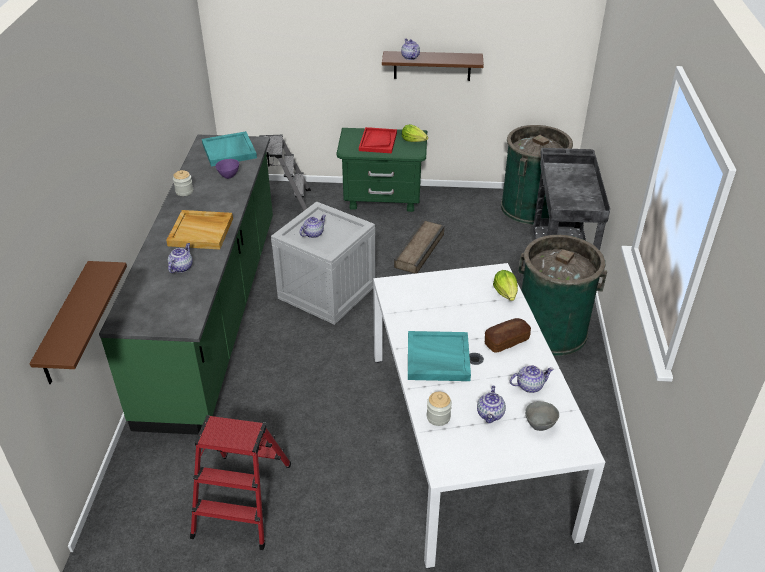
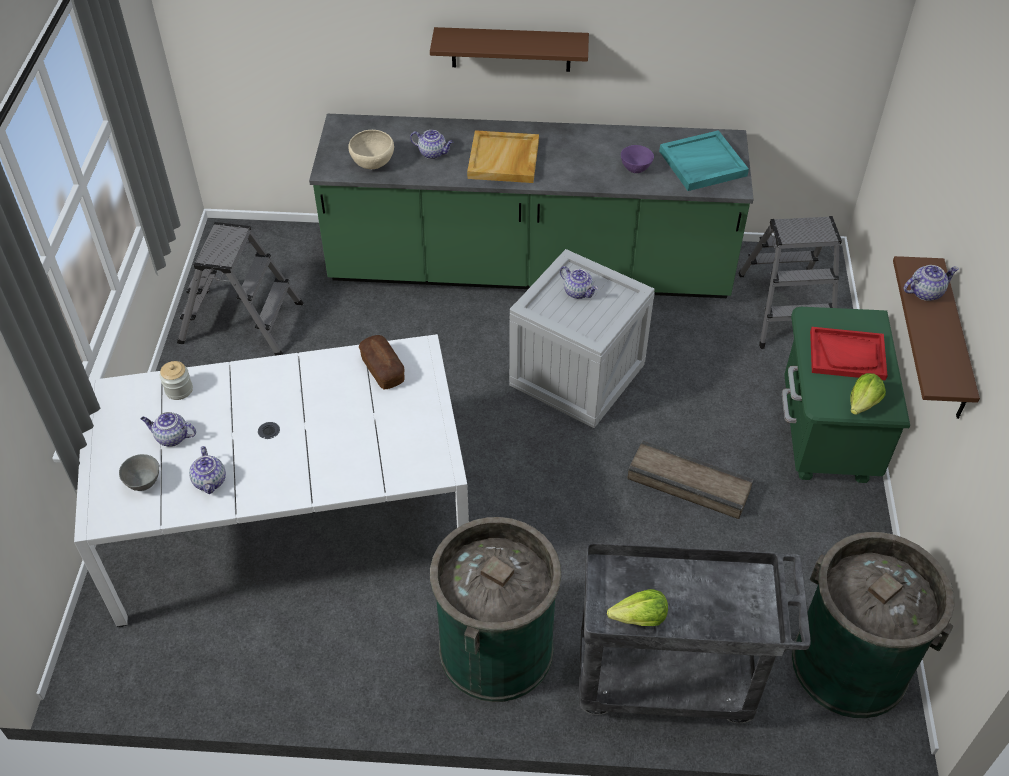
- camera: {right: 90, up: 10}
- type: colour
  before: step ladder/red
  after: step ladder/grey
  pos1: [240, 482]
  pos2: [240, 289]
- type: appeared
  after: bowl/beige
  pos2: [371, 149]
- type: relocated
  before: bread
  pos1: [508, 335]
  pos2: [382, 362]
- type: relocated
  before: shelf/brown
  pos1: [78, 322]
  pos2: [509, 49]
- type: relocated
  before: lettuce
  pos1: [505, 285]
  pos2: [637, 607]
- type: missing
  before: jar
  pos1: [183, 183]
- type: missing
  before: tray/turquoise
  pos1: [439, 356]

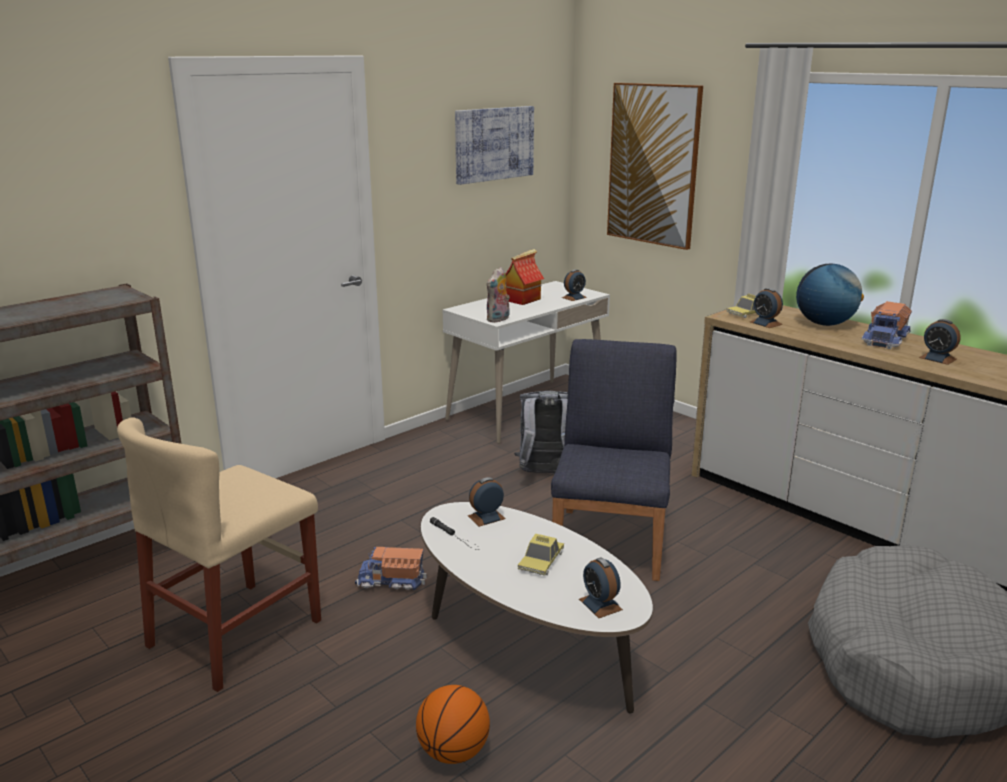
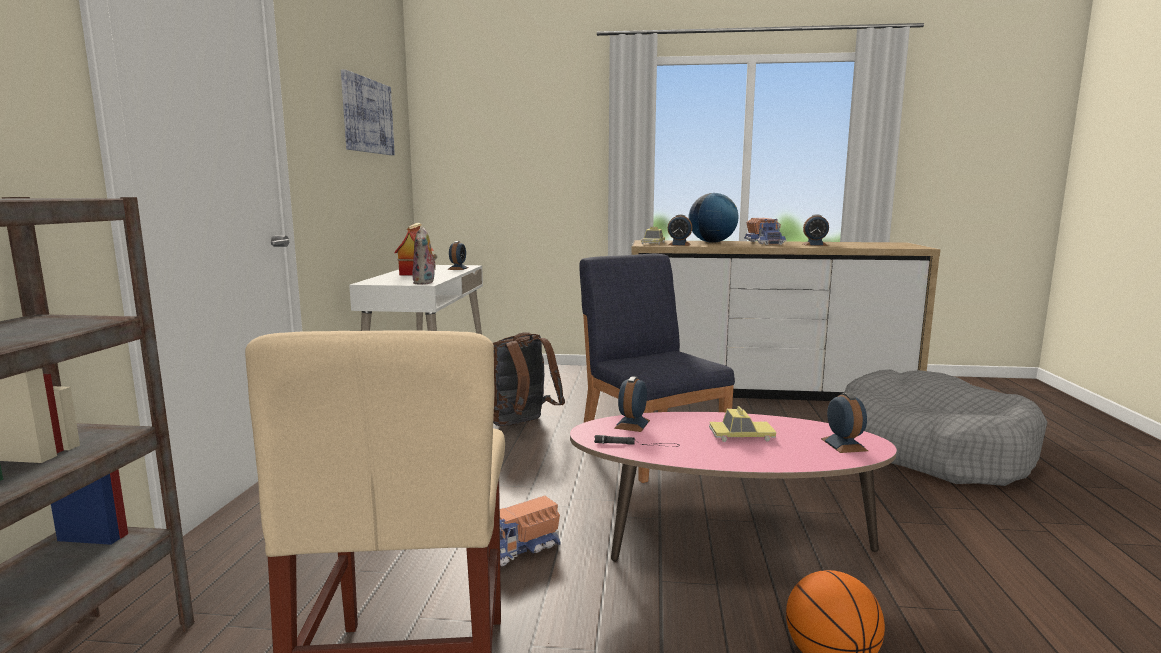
- camera: {right: -40, up: -10}
- type: colour
  before: backpack/grey
  after: backpack/brown
  pos1: [541, 432]
  pos2: [529, 379]
- type: colour
  before: coffee table/white
  after: coffee table/pink
  pos1: [537, 608]
  pos2: [733, 486]
- type: spun
  before: toy car
  pos1: [541, 554]
  pos2: [743, 424]
  turn: -75
- type: spun
  before: alarm clock
  pos1: [601, 587]
  pos2: [844, 423]
  turn: -120
- type: missing
  before: picture
  pos1: [655, 166]

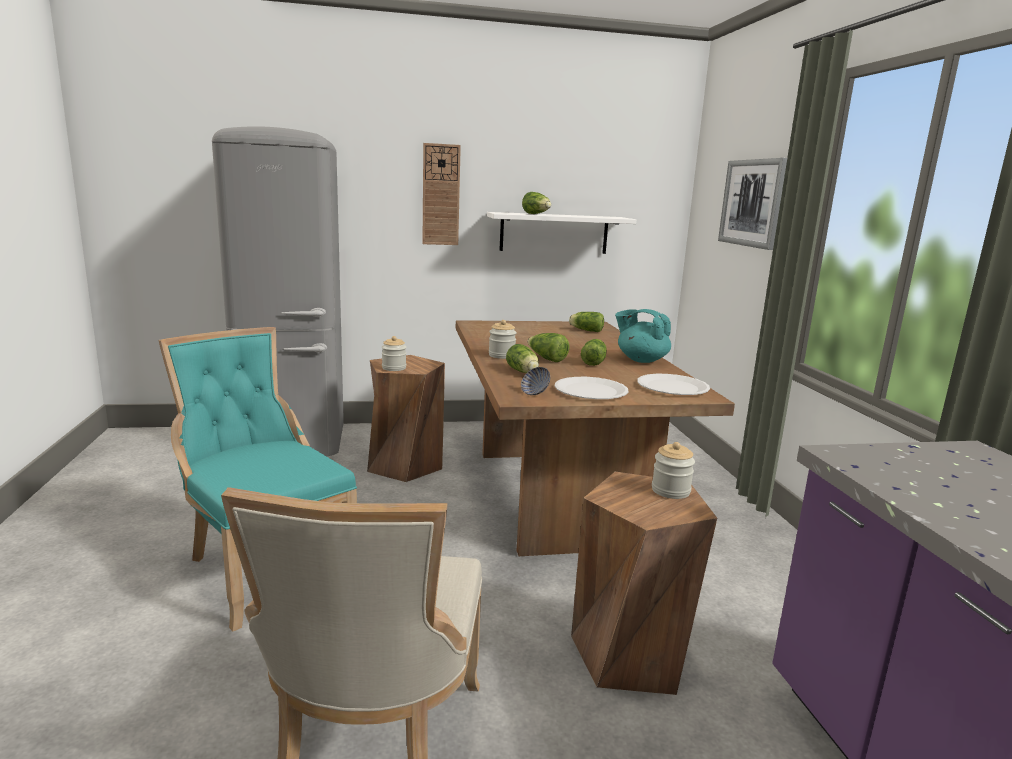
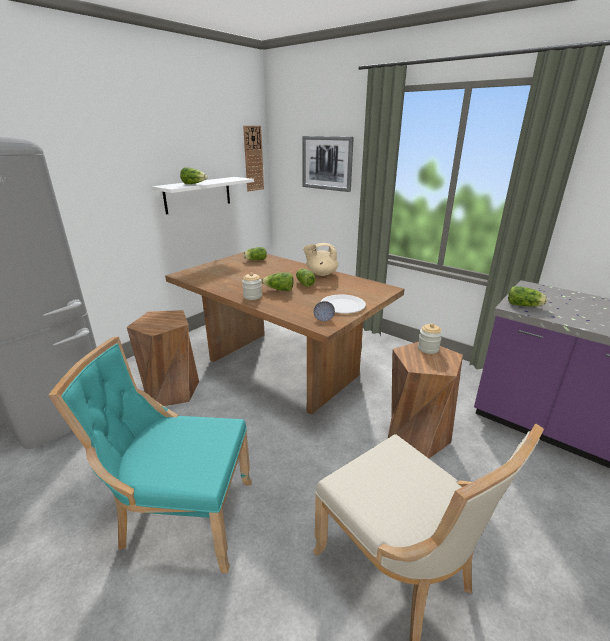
- camera: {right: -40, up: 10}
- type: relocated
  before: wall clock
  pos1: [441, 194]
  pos2: [253, 159]
- type: colour
  before: teapot/turquoise
  after: teapot/beige
  pos1: [643, 336]
  pos2: [320, 259]
- type: relocated
  before: lettuce
  pos1: [522, 358]
  pos2: [527, 296]
- type: missing
  before: jar
  pos1: [394, 353]
- type: missing
  before: plate/white
  pos1: [674, 384]

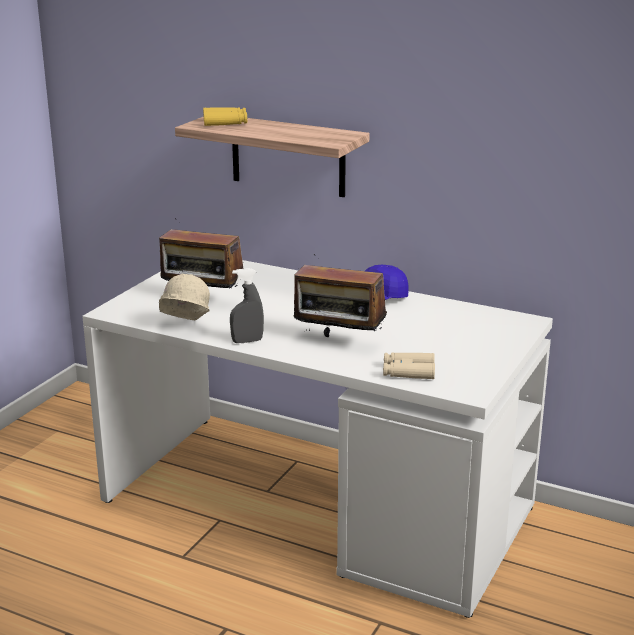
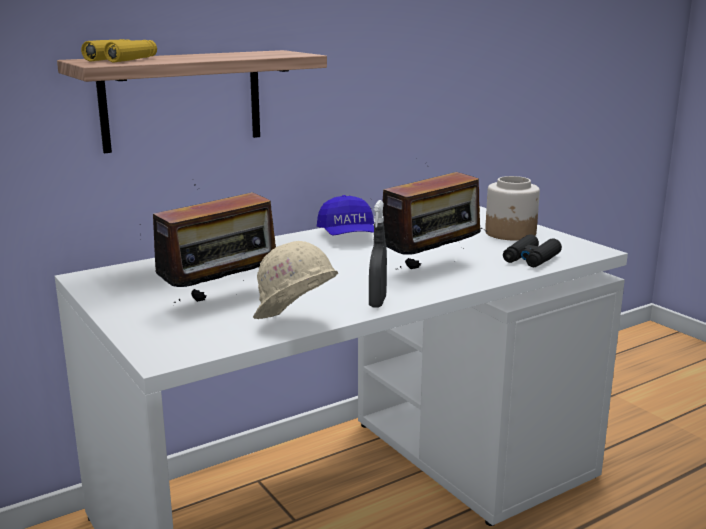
- camera: {right: -60, up: -5}
- type: appeared
  after: jar
  pos2: [512, 208]
- type: colour
  before: binoculars/beige
  after: binoculars/black
  pos1: [409, 365]
  pos2: [532, 250]

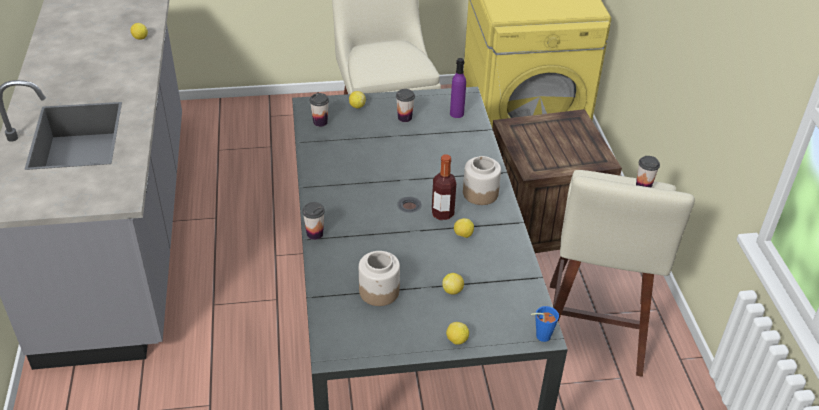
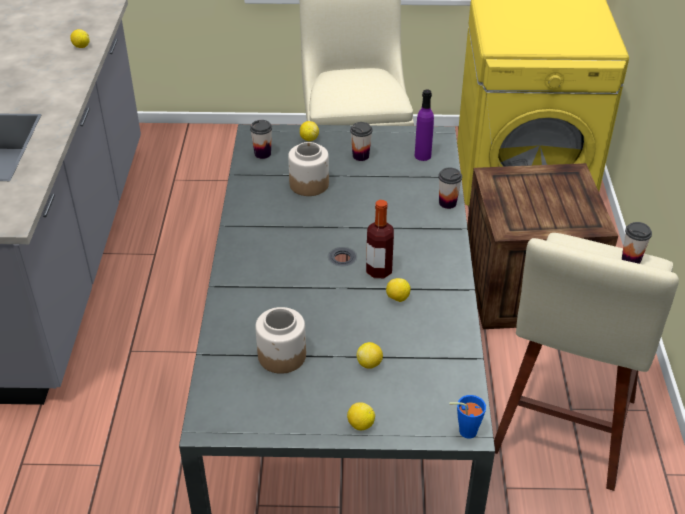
- camera: {right: 10, up: 0}
- type: relocated
  before: jar
  pos1: [482, 180]
  pos2: [308, 169]
- type: relocated
  before: cup
  pos1: [313, 221]
  pos2: [450, 188]

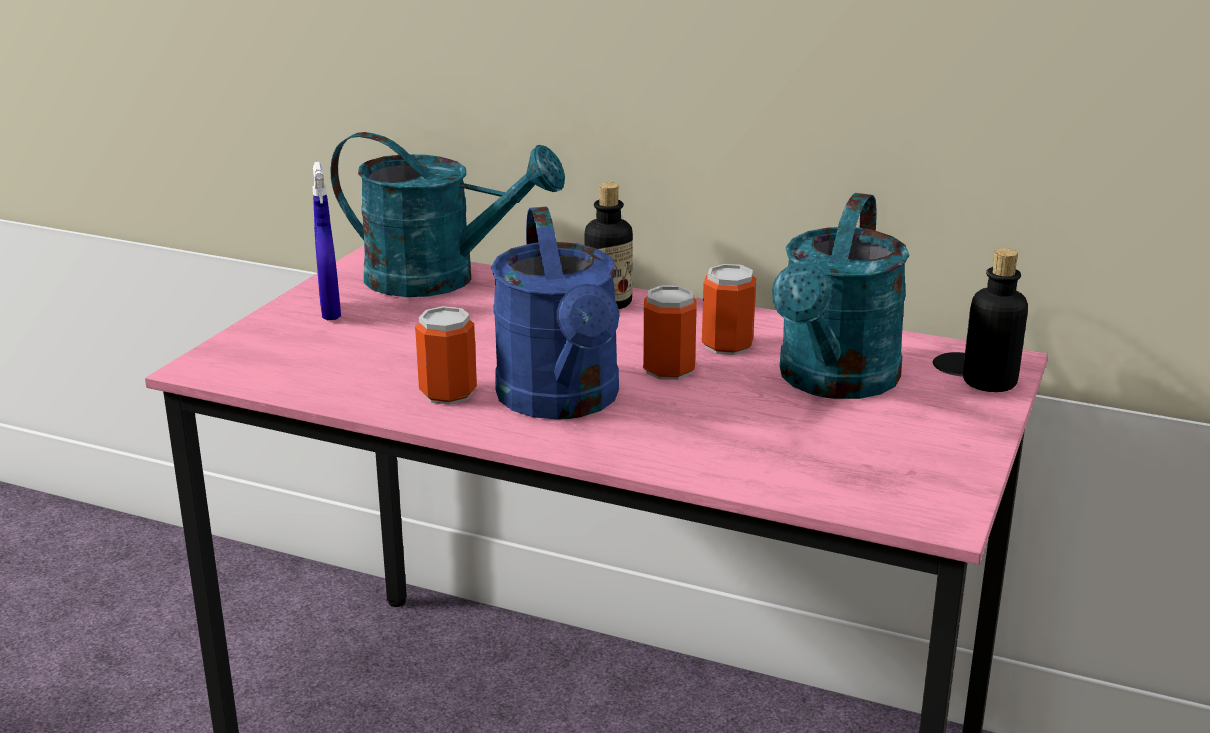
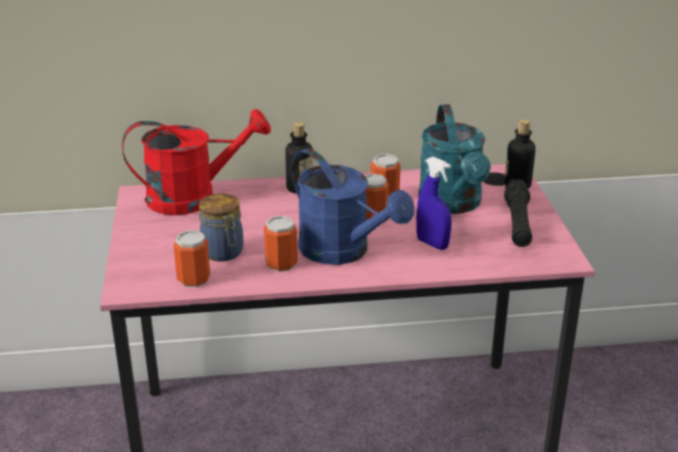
- camera: {right: -30, up: 5}
- type: colour
  before: watering can/turquoise
  after: watering can/red
  pos1: [447, 214]
  pos2: [196, 162]
- type: appeared
  after: can
  pos2: [191, 259]
- type: appeared
  after: jar
  pos2: [221, 227]
- type: relocated
  before: spray bottle/blue
  pos1: [327, 241]
  pos2: [434, 203]
- type: appeared
  after: flashlight/black
  pos2: [518, 213]

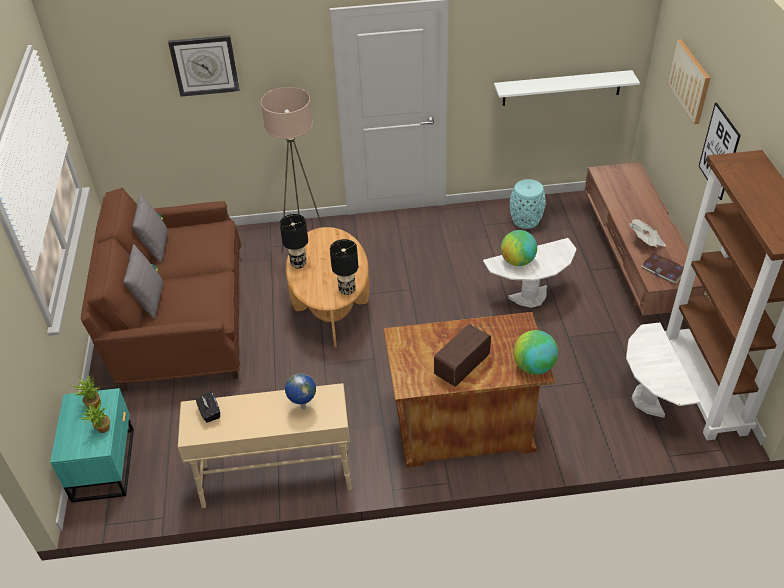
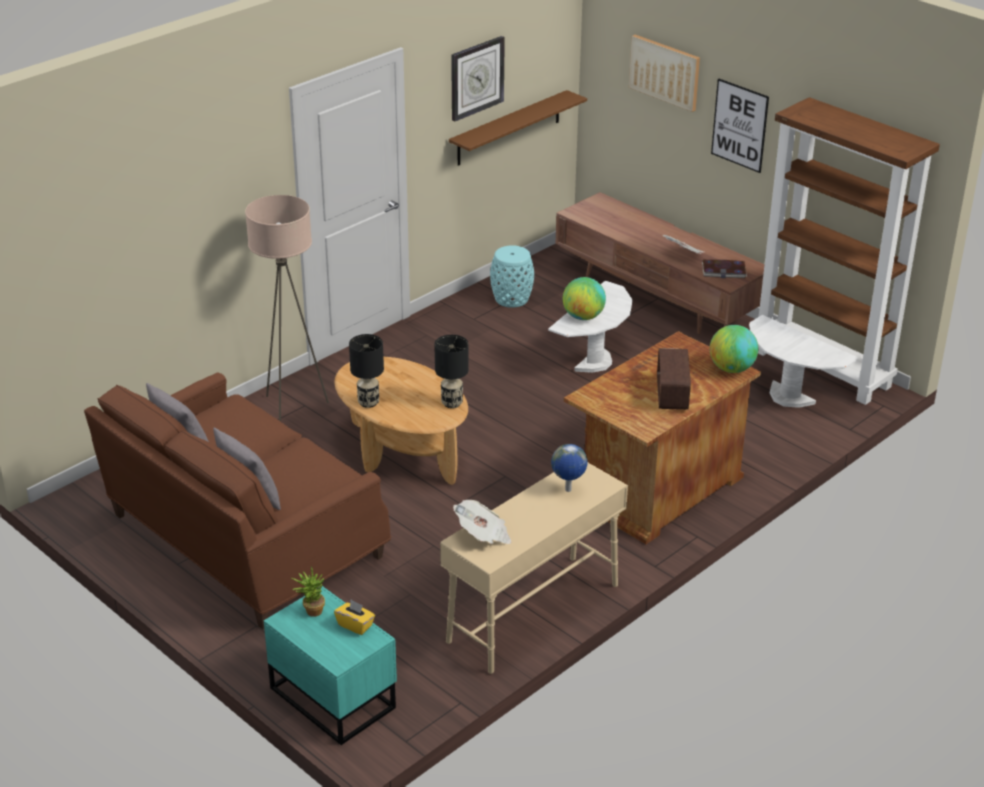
- camera: {right: -40, up: -10}
- type: exchanged
  before: potted plant
  after: tissue box/yellow
  pos1: [95, 416]
  pos2: [354, 617]
- type: colour
  before: shelf/white
  after: shelf/brown
  pos1: [567, 88]
  pos2: [518, 128]
- type: relocated
  before: wall clock
  pos1: [204, 66]
  pos2: [478, 78]
- type: exchanged
  before: tissue box/black
  after: newspaper
  pos1: [208, 407]
  pos2: [482, 522]

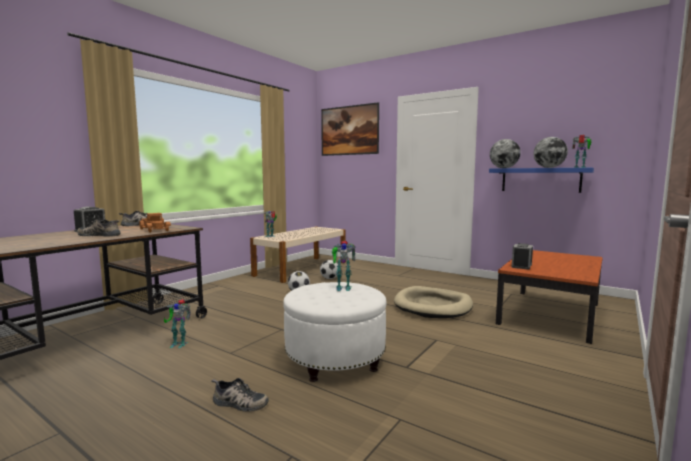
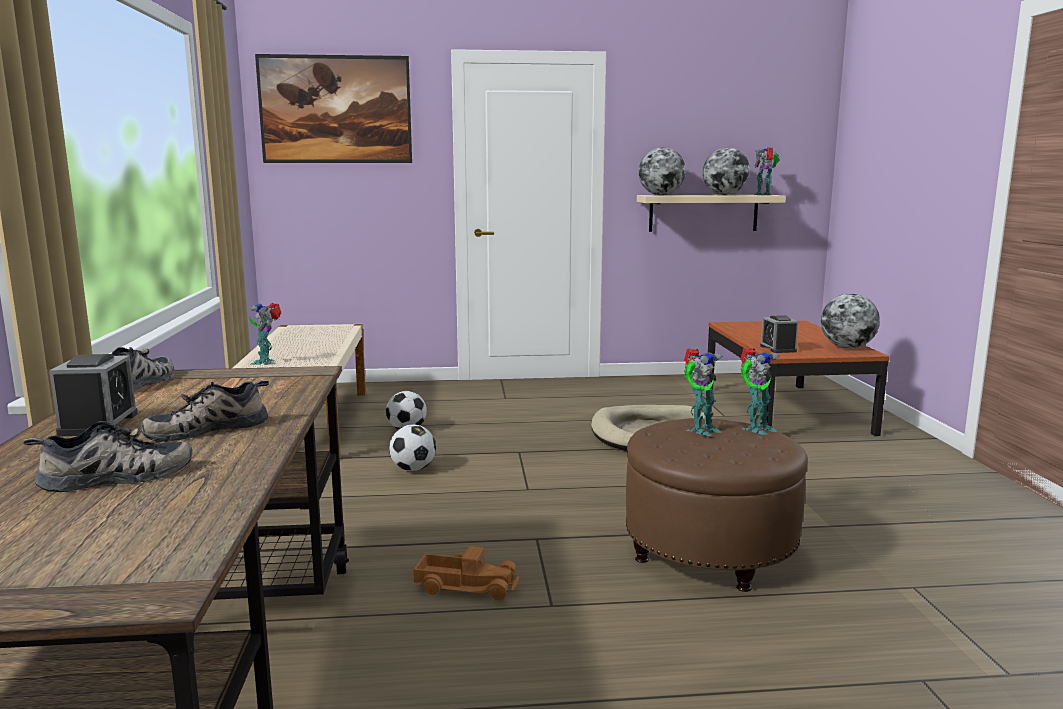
- camera: {right: -40, up: 5}
- type: relocated
  before: shoe
  pos1: [240, 395]
  pos2: [108, 456]
- type: relocated
  before: toy truck
  pos1: [155, 223]
  pos2: [466, 573]
- type: colour
  before: ottoman/white
  after: ottoman/brown
  pos1: [334, 332]
  pos2: [717, 505]
- type: colour
  before: shelf/blue
  after: shelf/beige
  pos1: [541, 180]
  pos2: [711, 213]
- type: relocated
  before: toy robot
  pos1: [177, 323]
  pos2: [759, 391]
- type: appeared
  after: globe
  pos2: [850, 320]

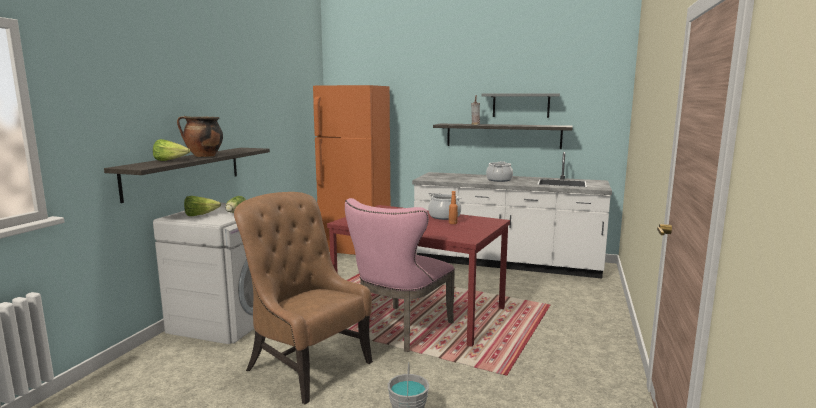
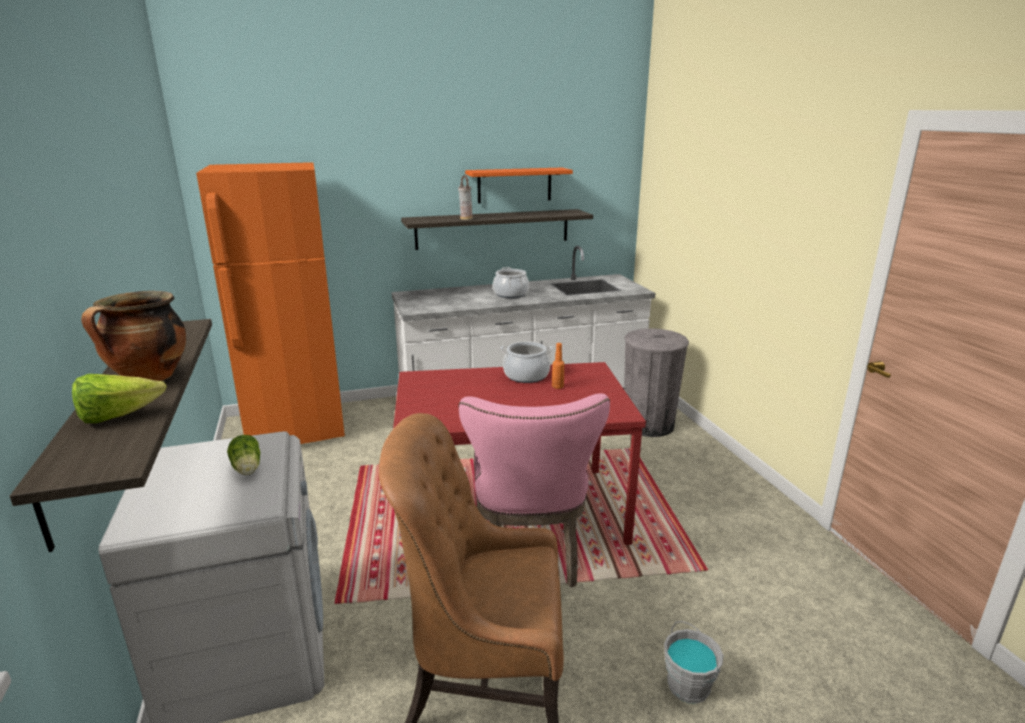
- camera: {right: -35, up: 10}
- type: colour
  before: shelf/grey
  after: shelf/orange
  pos1: [521, 105]
  pos2: [519, 186]
- type: appeared
  after: trash can/grey
  pos2: [656, 382]
- type: missing
  before: lettuce
  pos1: [202, 206]

